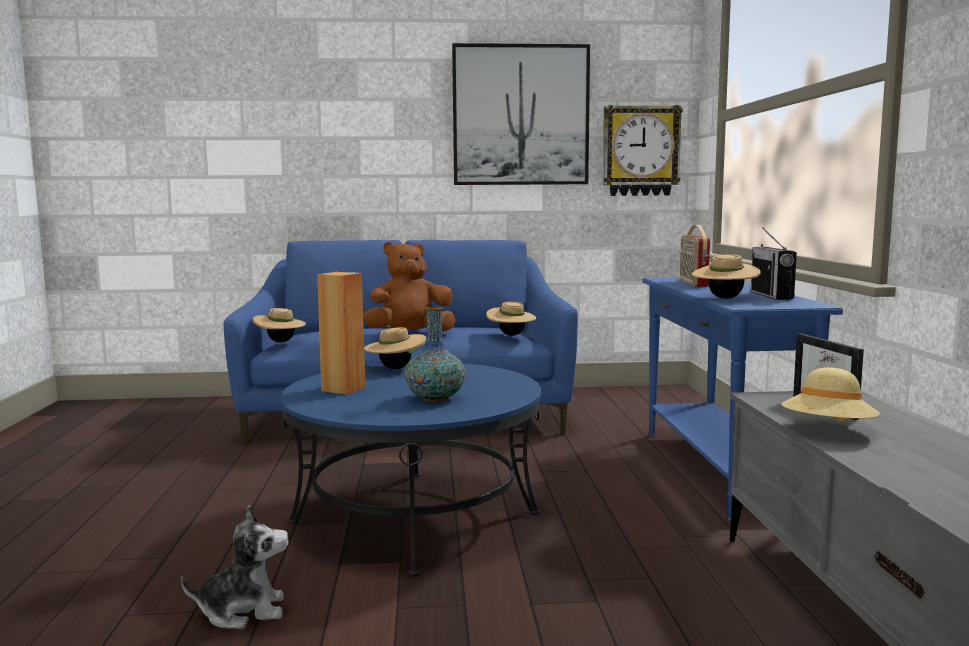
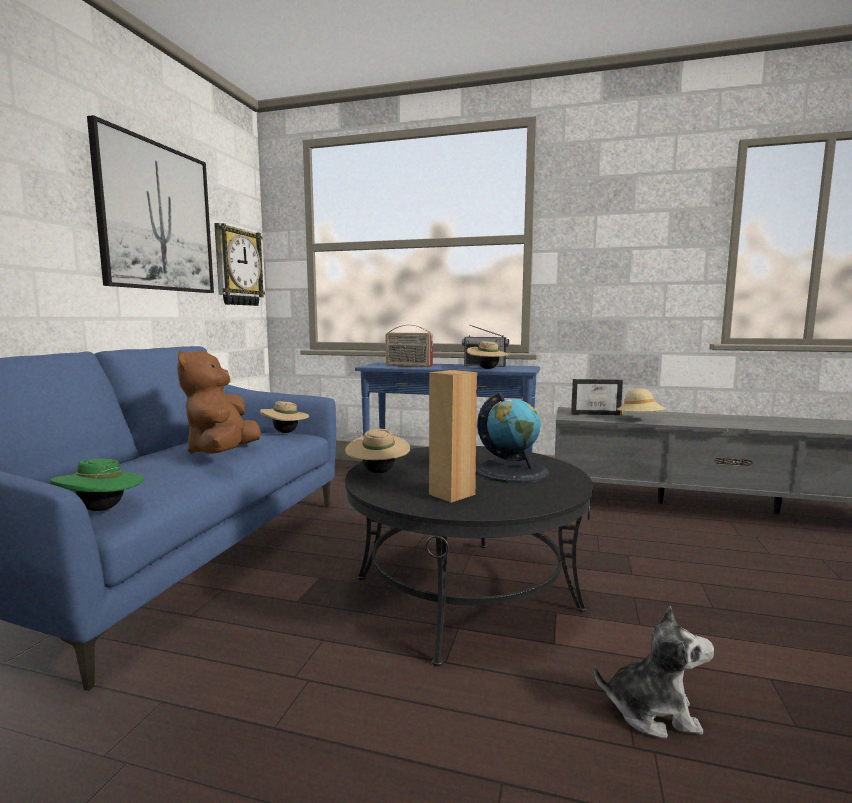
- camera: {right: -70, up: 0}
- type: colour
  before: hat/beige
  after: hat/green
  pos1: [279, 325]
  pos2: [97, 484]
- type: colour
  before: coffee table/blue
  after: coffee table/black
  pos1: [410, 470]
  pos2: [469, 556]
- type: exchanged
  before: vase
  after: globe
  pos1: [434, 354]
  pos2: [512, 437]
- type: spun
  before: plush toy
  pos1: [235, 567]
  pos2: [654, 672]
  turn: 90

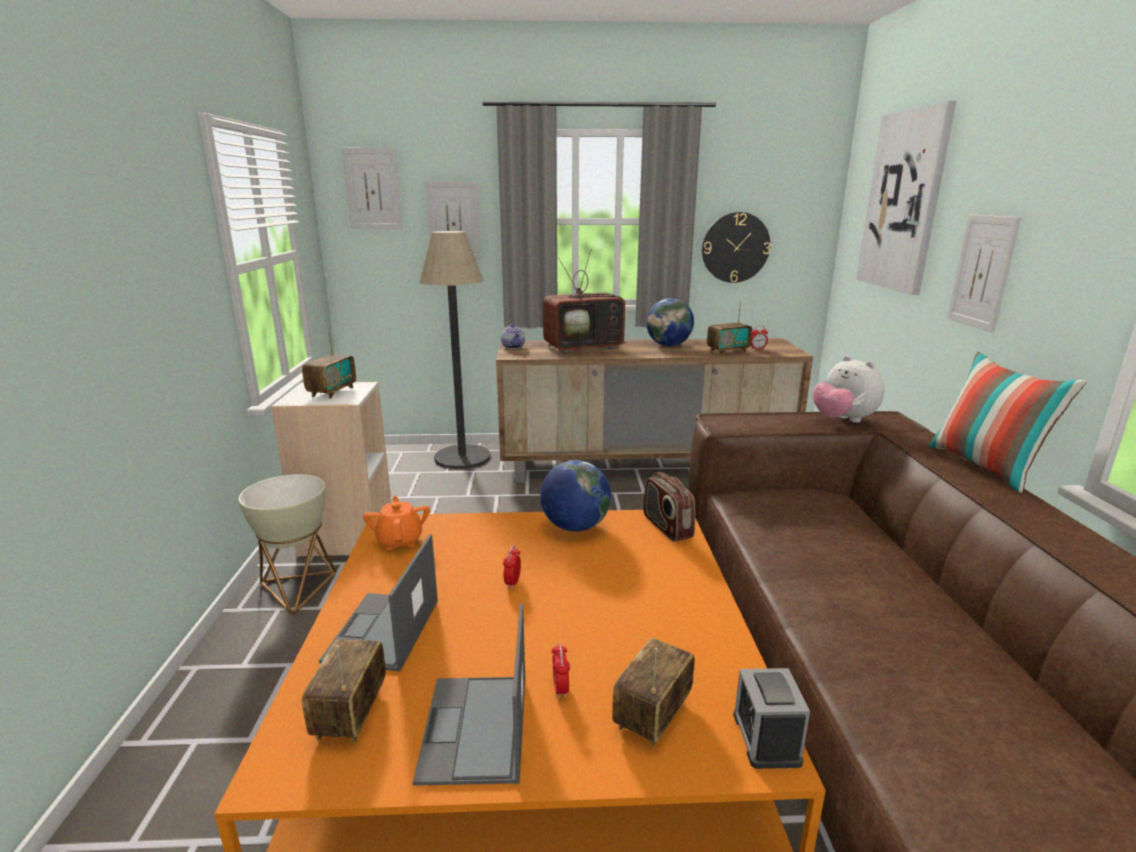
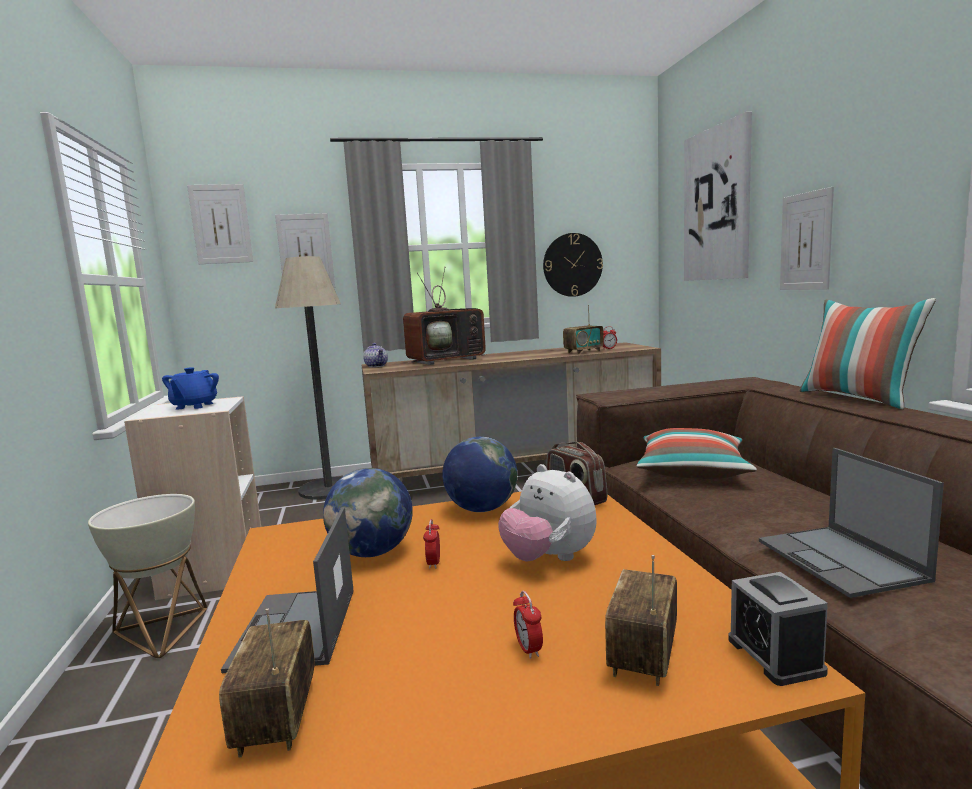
- camera: {right: -10, up: -10}
- type: exchanged
  before: radio
  after: teapot/blue
  pos1: [329, 363]
  pos2: [190, 388]
- type: relocated
  before: globe
  pos1: [670, 322]
  pos2: [368, 512]
- type: relocated
  before: plush toy
  pos1: [848, 389]
  pos2: [547, 513]
- type: appeared
  after: pillow
  pos2: [697, 453]
- type: relocated
  before: laptop
  pos1: [469, 694]
  pos2: [851, 523]
- type: missing
  before: teapot/orange
  pos1: [396, 523]

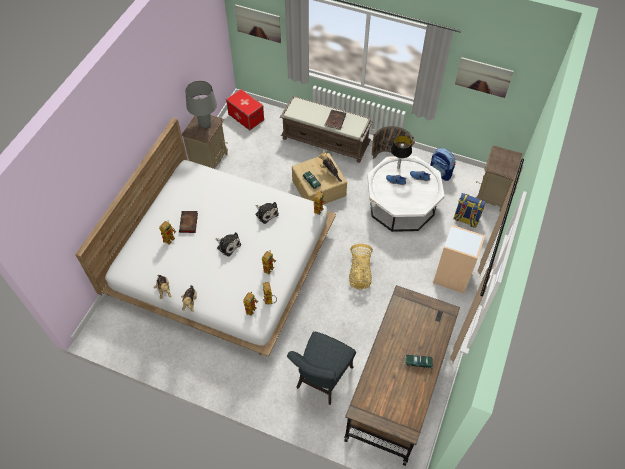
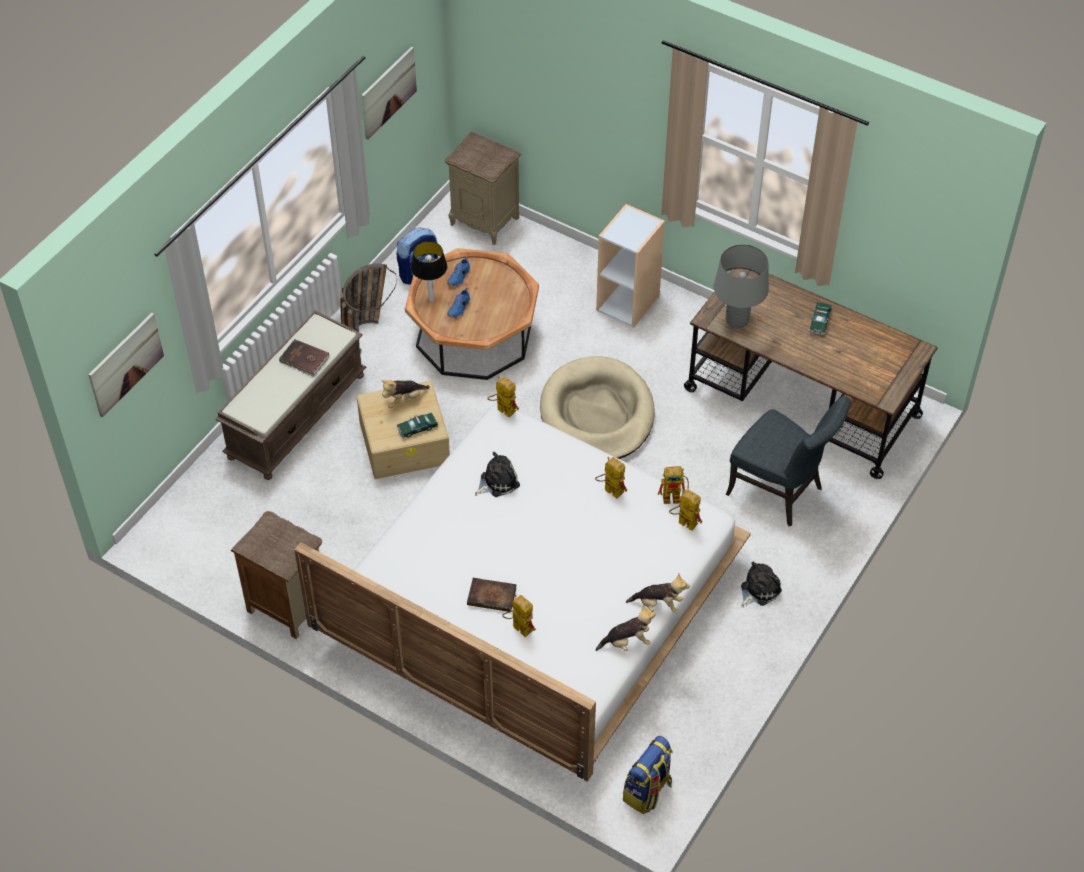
- camera: {right: -80, up: -5}
- type: colour
  before: coffee table/white
  after: coffee table/brown
  pos1: [405, 194]
  pos2: [472, 314]
- type: exchanged
  before: basket
  after: dog bed/beige
  pos1: [361, 266]
  pos2: [597, 407]
- type: relocated
  before: backpack
  pos1: [469, 210]
  pos2: [648, 775]
- type: relocated
  before: table lamp/grey
  pos1: [201, 104]
  pos2: [741, 286]
- type: relocated
  before: plush toy
  pos1: [228, 244]
  pos2: [761, 584]
- type: missing
  before: storage box
  pos1: [245, 109]

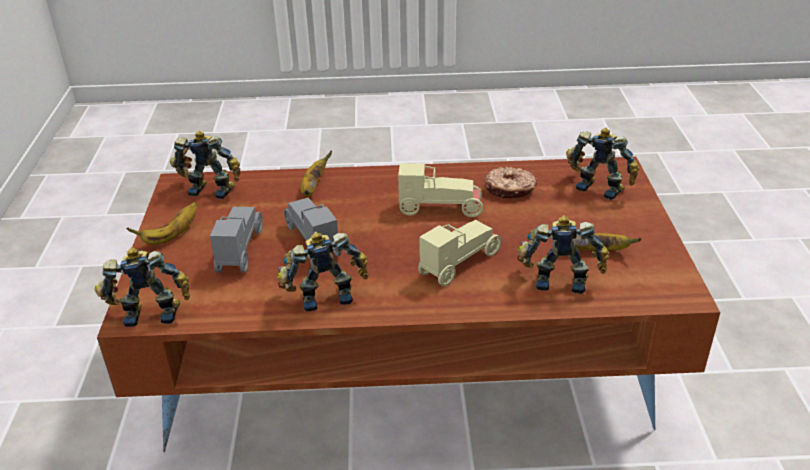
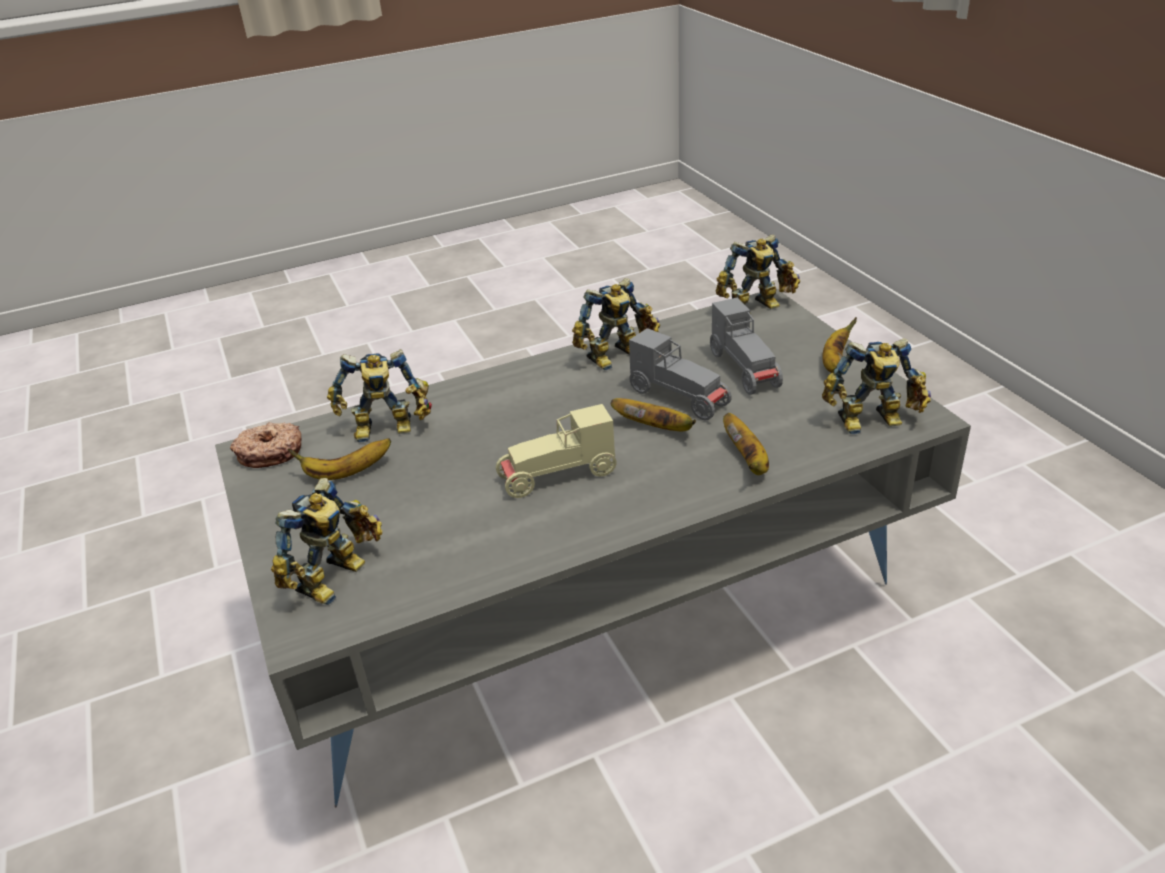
- camera: {right: 160, up: 0}
- type: colour
  before: coffee table/brown
  after: coffee table/grey
  pos1: [409, 304]
  pos2: [593, 547]
- type: relocated
  before: donut
  pos1: [511, 182]
  pos2: [266, 445]
- type: spun
  before: toy robot
  pos1: [602, 164]
  pos2: [326, 541]
  turn: -75
- type: appeared
  after: banana
  pos2: [653, 414]
- type: missing
  before: toy car/beige
  pos1: [460, 253]

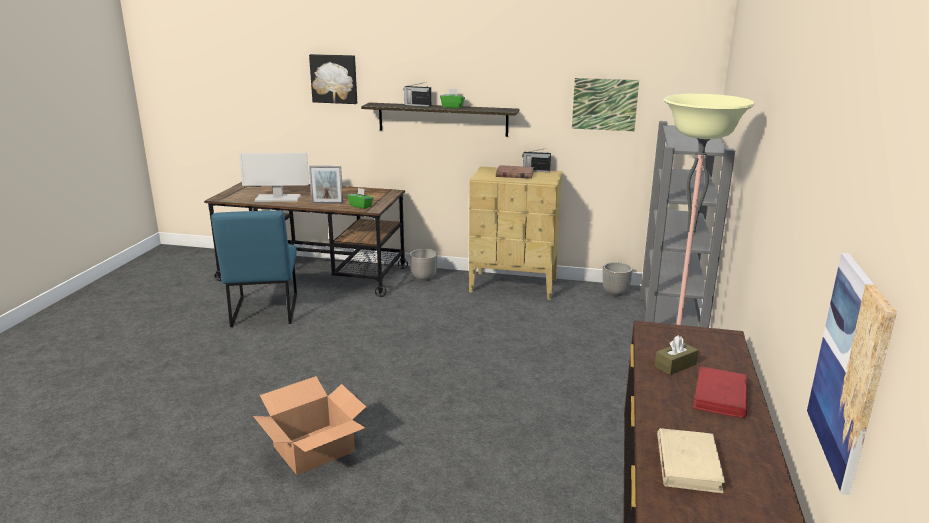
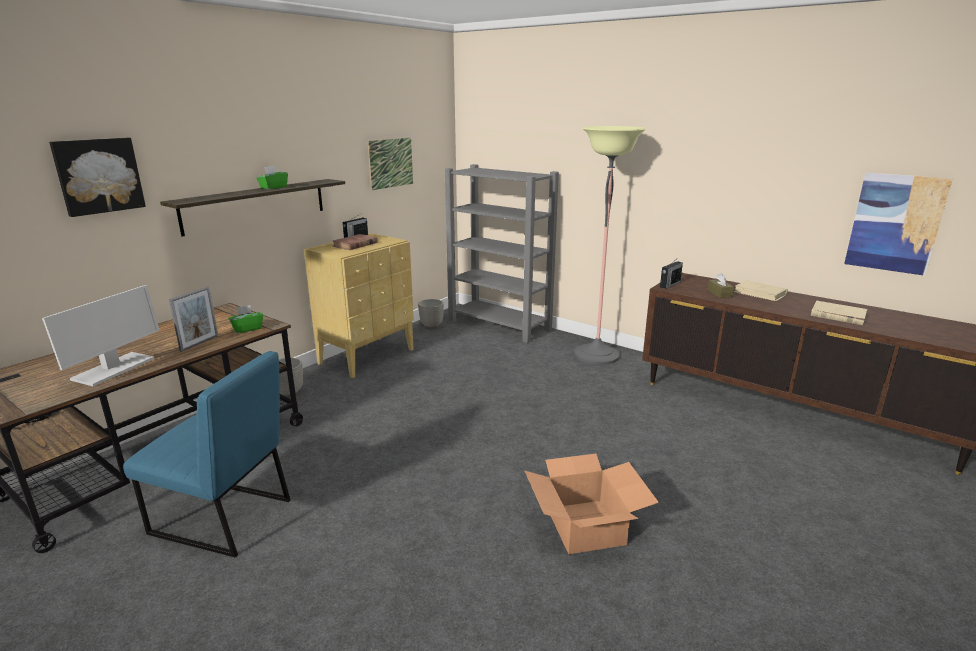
- camera: {right: -65, up: 0}
- type: relocated
  before: radio
  pos1: [417, 95]
  pos2: [671, 273]
- type: colour
  before: book/red
  after: book/beige
  pos1: [720, 392]
  pos2: [761, 291]

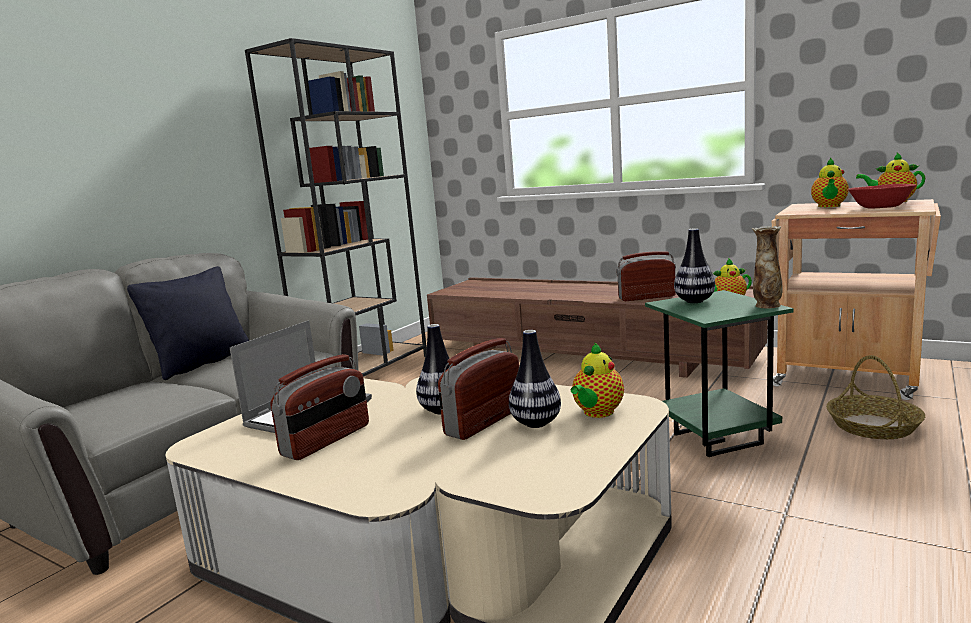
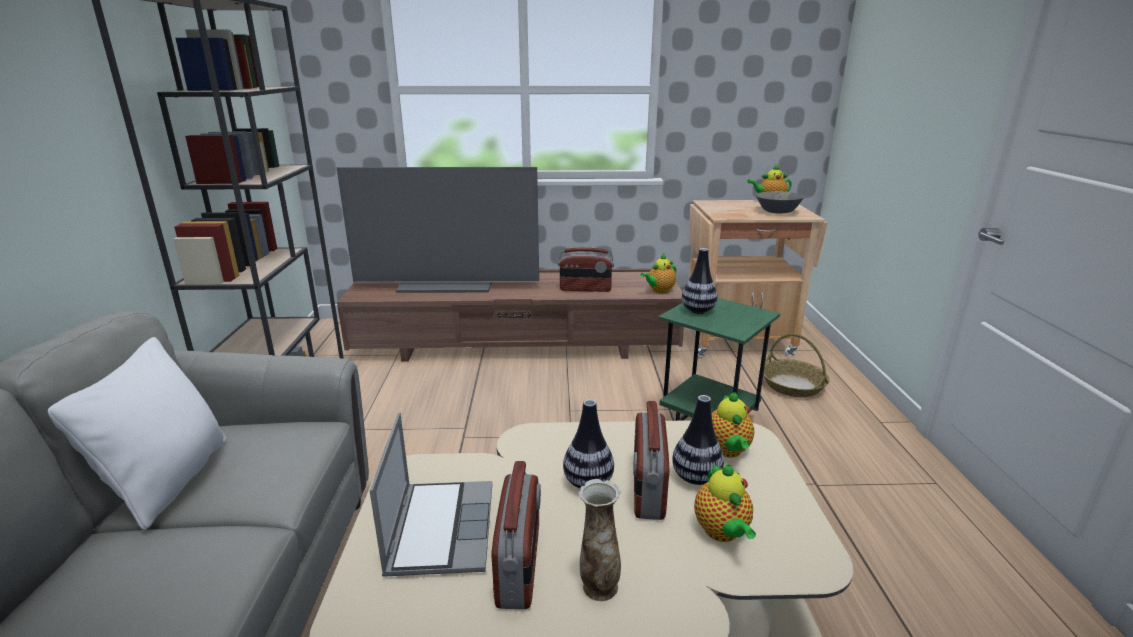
- camera: {right: -35, up: 10}
- type: colour
  before: pillow/black
  after: pillow/white
  pos1: [188, 323]
  pos2: [137, 433]
- type: appeared
  after: television
  pos2: [438, 230]
- type: spun
  before: radio
  pos1: [646, 276]
  pos2: [586, 270]
  turn: -135
- type: relocated
  before: vase
  pos1: [767, 267]
  pos2: [599, 540]
- type: relocated
  before: teapot
  pos1: [830, 182]
  pos2: [725, 503]
- type: colour
  before: bowl/red
  after: bowl/grey
  pos1: [882, 196]
  pos2: [780, 202]

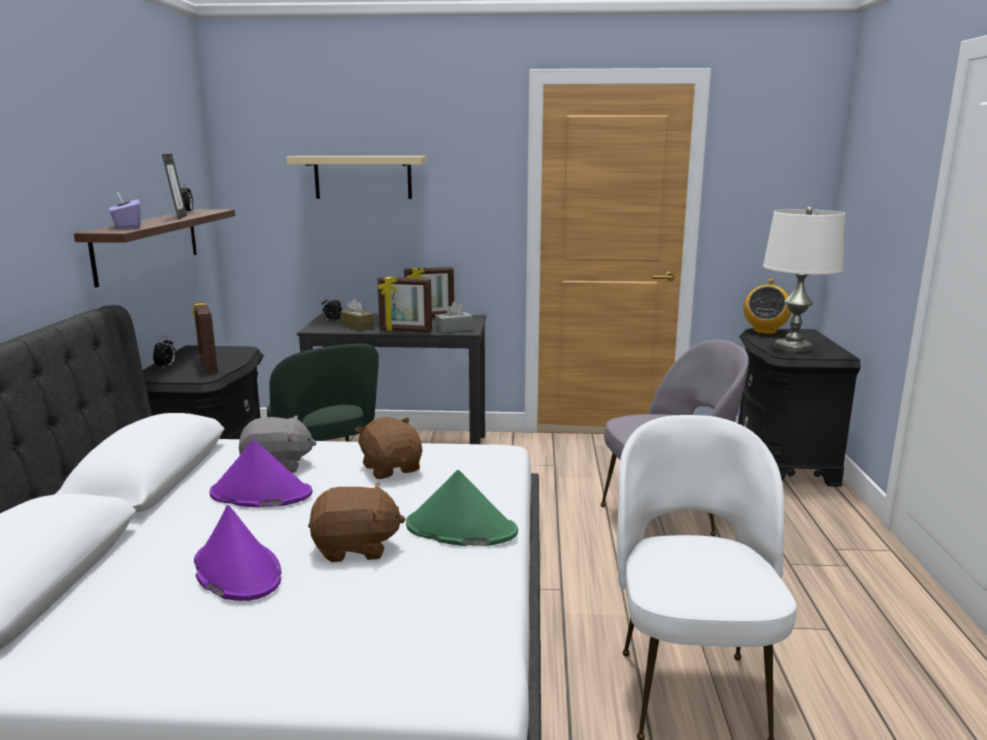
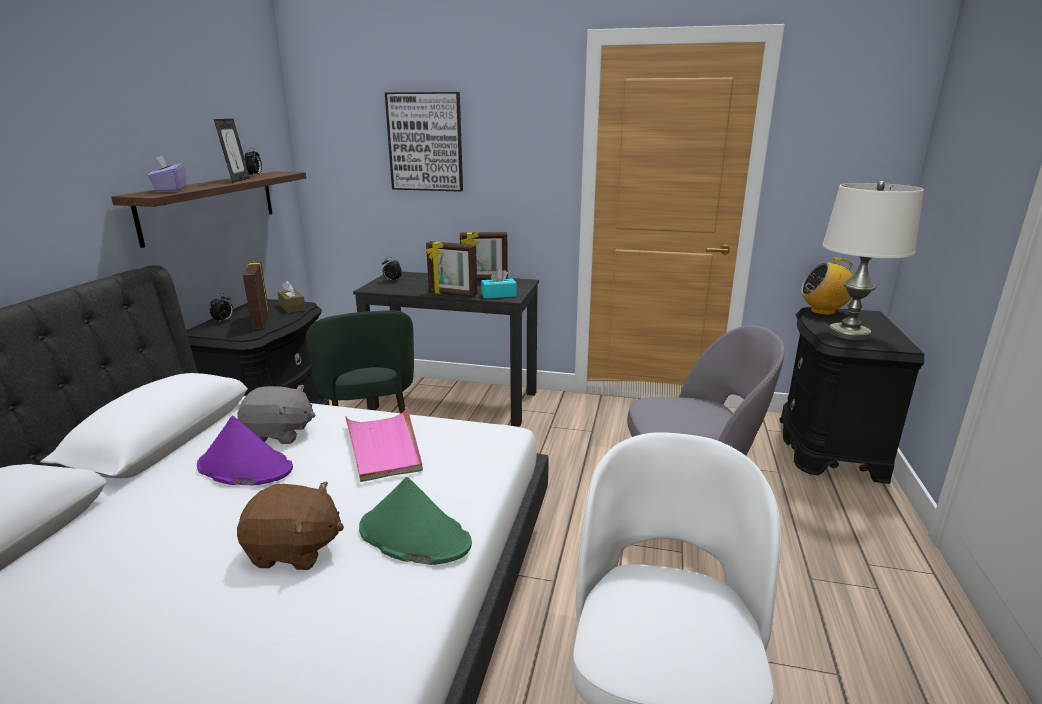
- camera: {right: 10, up: 5}
- type: relocated
  before: tissue box/brown
  pos1: [357, 315]
  pos2: [291, 296]
- type: exchanged
  before: plush toy/brown
  after: tray/pink
  pos1: [388, 448]
  pos2: [384, 444]
- type: exchanged
  before: shelf/beige
  after: picture
  pos1: [356, 177]
  pos2: [424, 142]
- type: colour
  before: tissue box/grey
  after: tissue box/turquoise
  pos1: [454, 317]
  pos2: [499, 283]
- type: spun
  before: radio
  pos1: [767, 306]
  pos2: [827, 286]
  turn: 60
- type: missing
  before: hat/purple
  pos1: [238, 553]

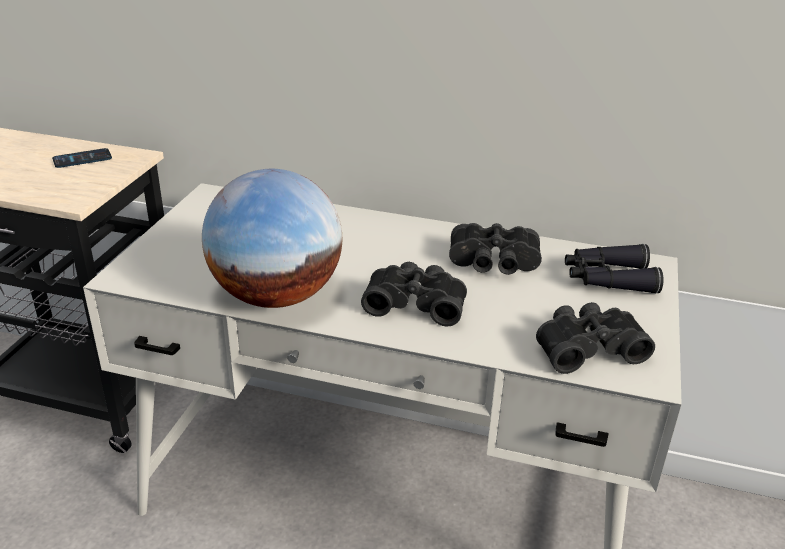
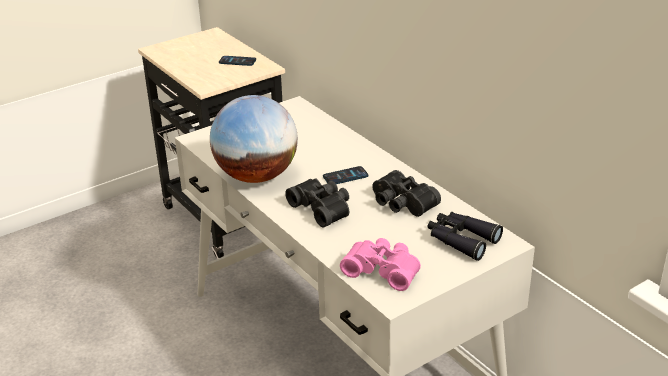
- camera: {right: 40, up: 0}
- type: appeared
  after: phone
  pos2: [345, 175]
- type: colour
  before: binoculars/black
  after: binoculars/pink
  pos1: [595, 338]
  pos2: [380, 264]

